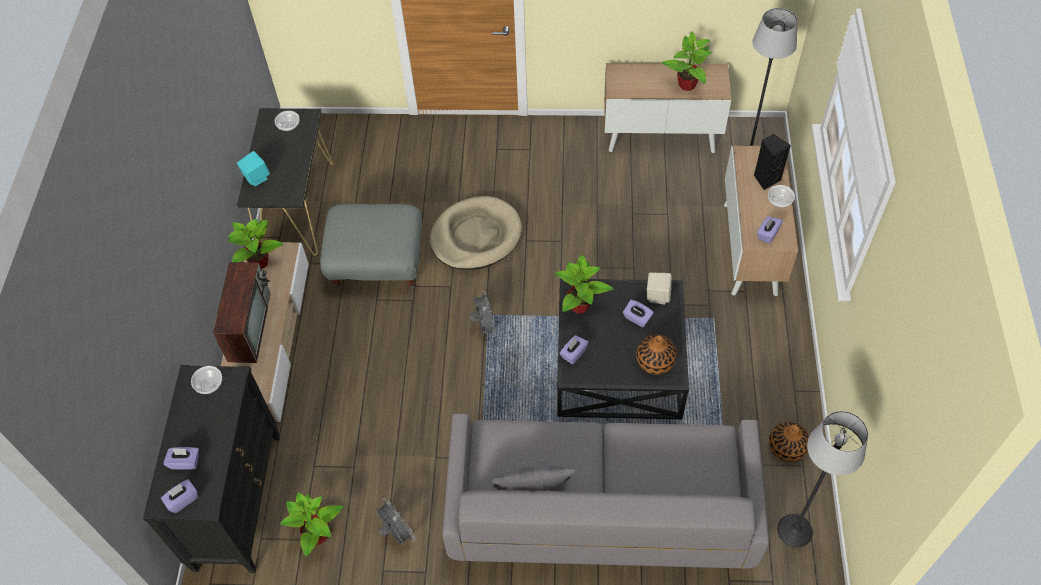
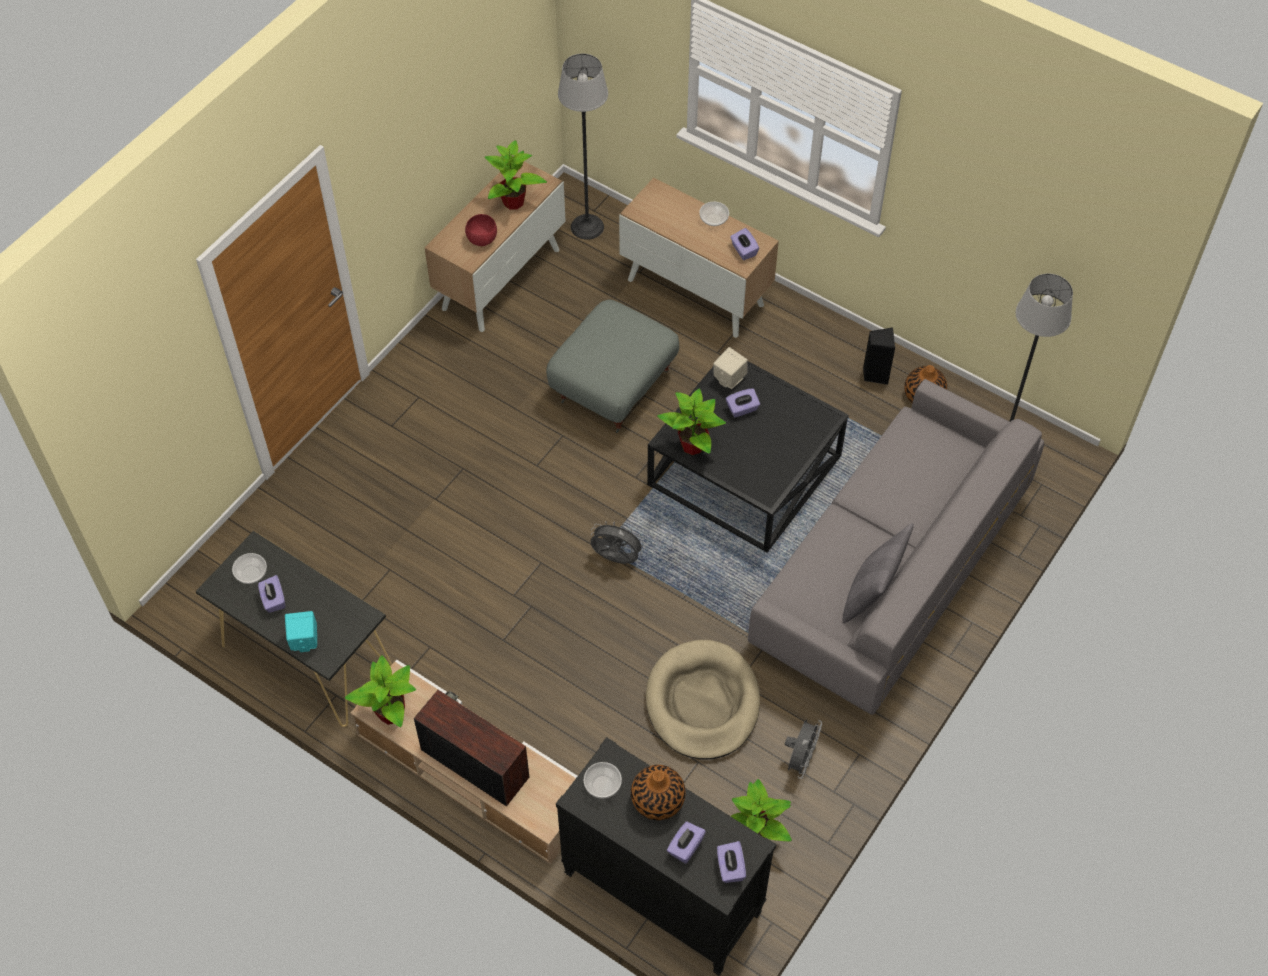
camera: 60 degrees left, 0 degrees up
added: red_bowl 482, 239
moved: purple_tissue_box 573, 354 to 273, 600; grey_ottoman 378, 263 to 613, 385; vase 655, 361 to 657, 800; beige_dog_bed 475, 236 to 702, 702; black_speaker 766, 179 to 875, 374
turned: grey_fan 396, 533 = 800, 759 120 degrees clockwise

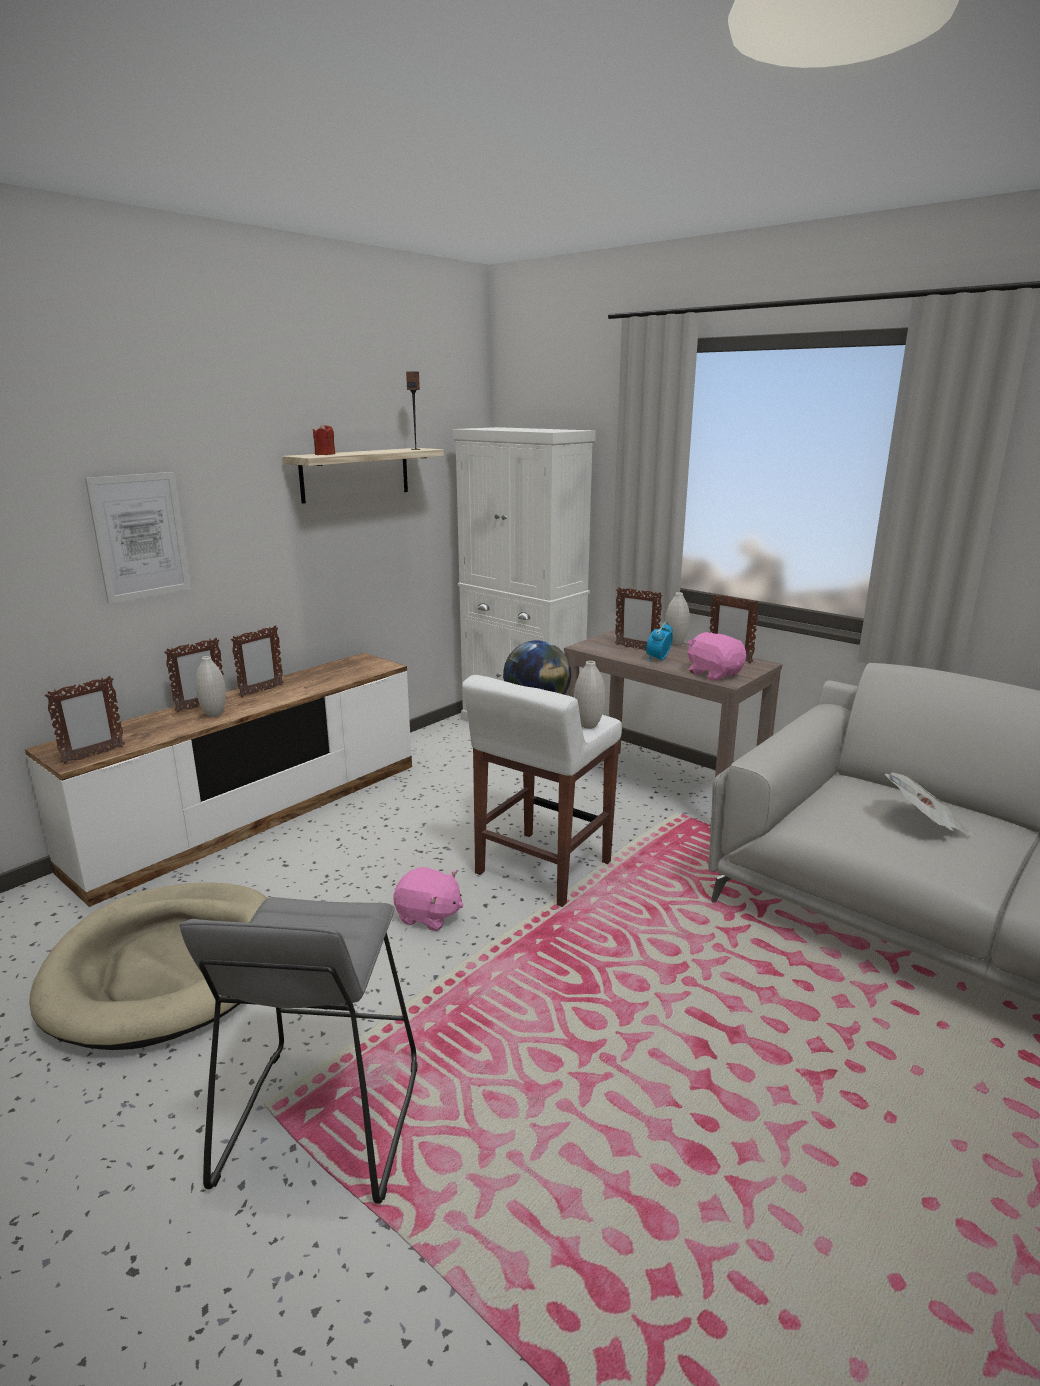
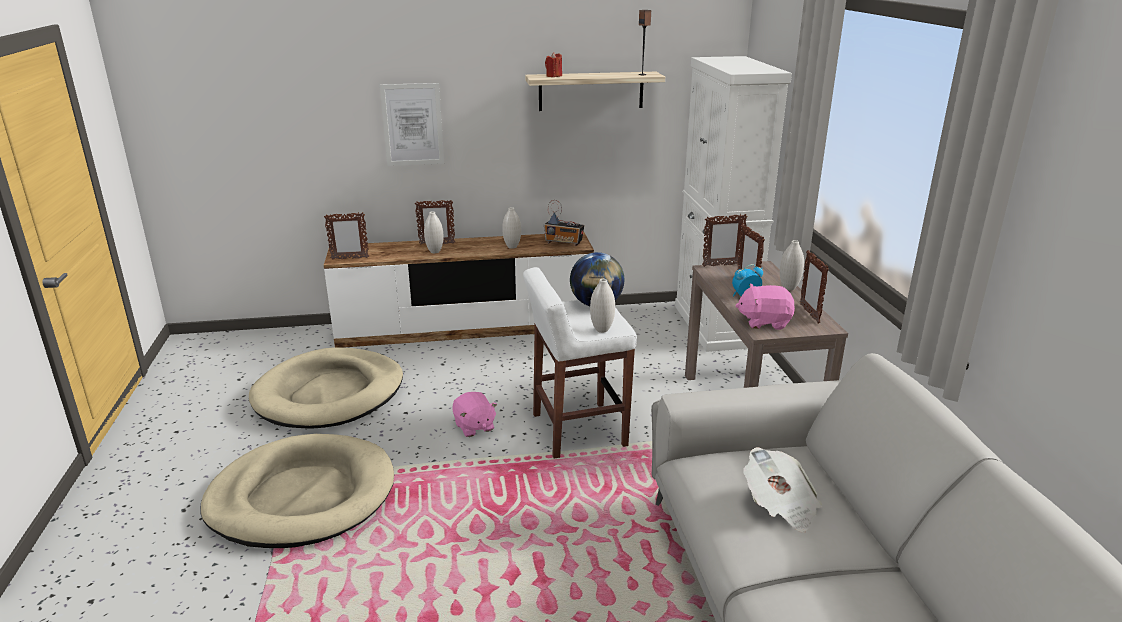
camera: 40 degrees right, 5 degrees up
added: white_vase 512, 247; radio 564, 243
moved: picture_frame 261, 691 to 721, 265
replaced: grey_stool 320, 1121 to beige_dog_bed 302, 496
turned: pink_plush_toy 714, 674 = 764, 322 90 degrees counterclockwise

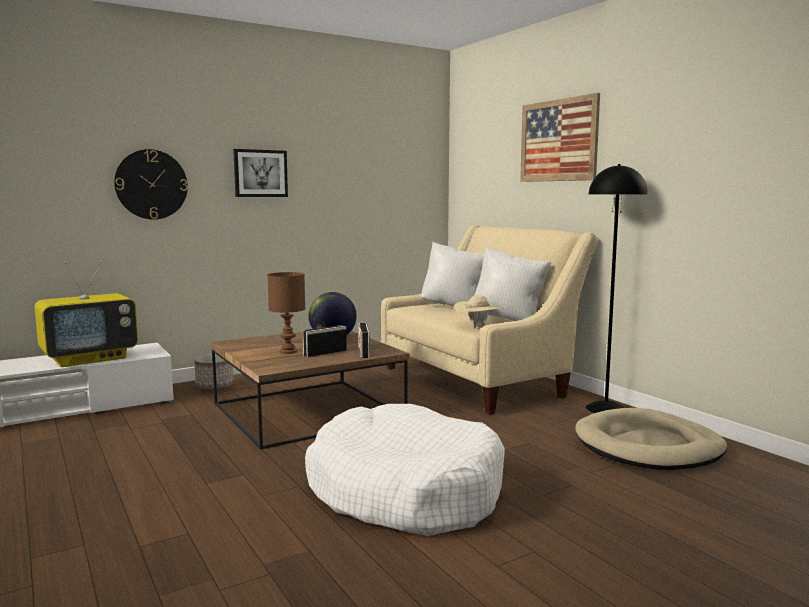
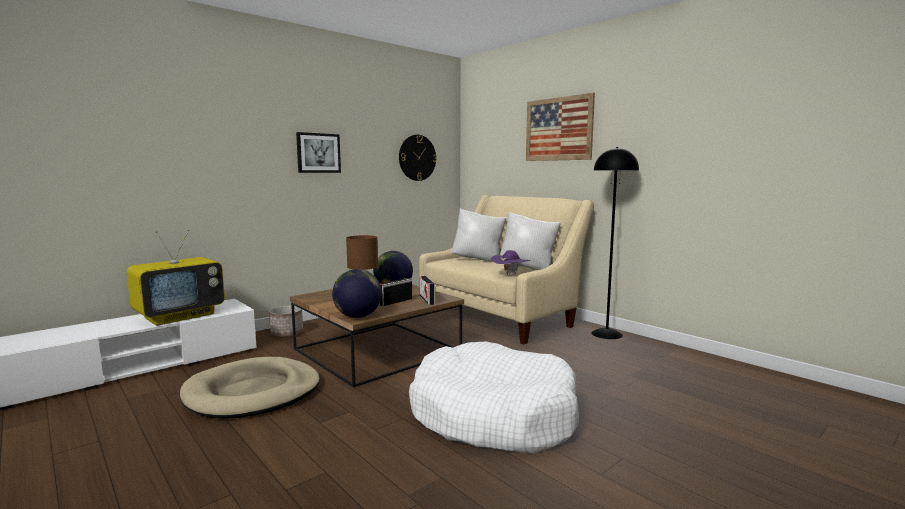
camera: 10 degrees left, 0 degrees up
added: globe 357, 316
moved: beige_dog_bed 648, 446 to 253, 393; wall_clock 151, 184 to 417, 157
recoloured: beige_hat 477, 327 to purple_hat 510, 275

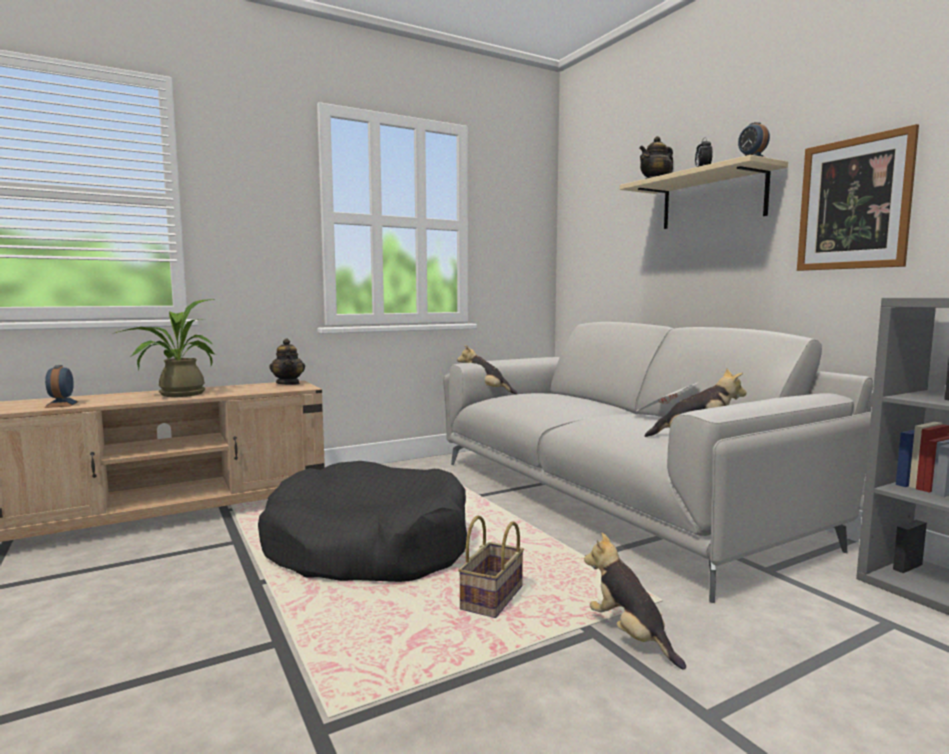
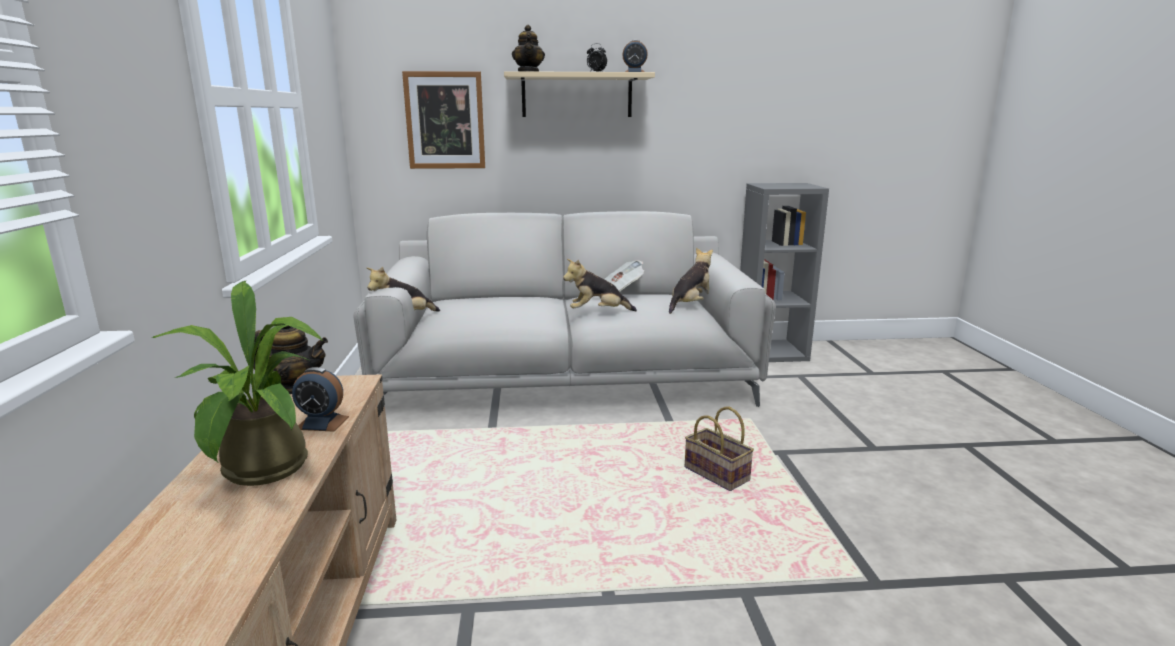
camera: 65 degrees left, 10 degrees up
removed: black_dog_bed 367, 547
moved: alarm_clock 61, 404 to 322, 423; picture 853, 204 to 445, 120; plush_toy 630, 636 to 597, 312

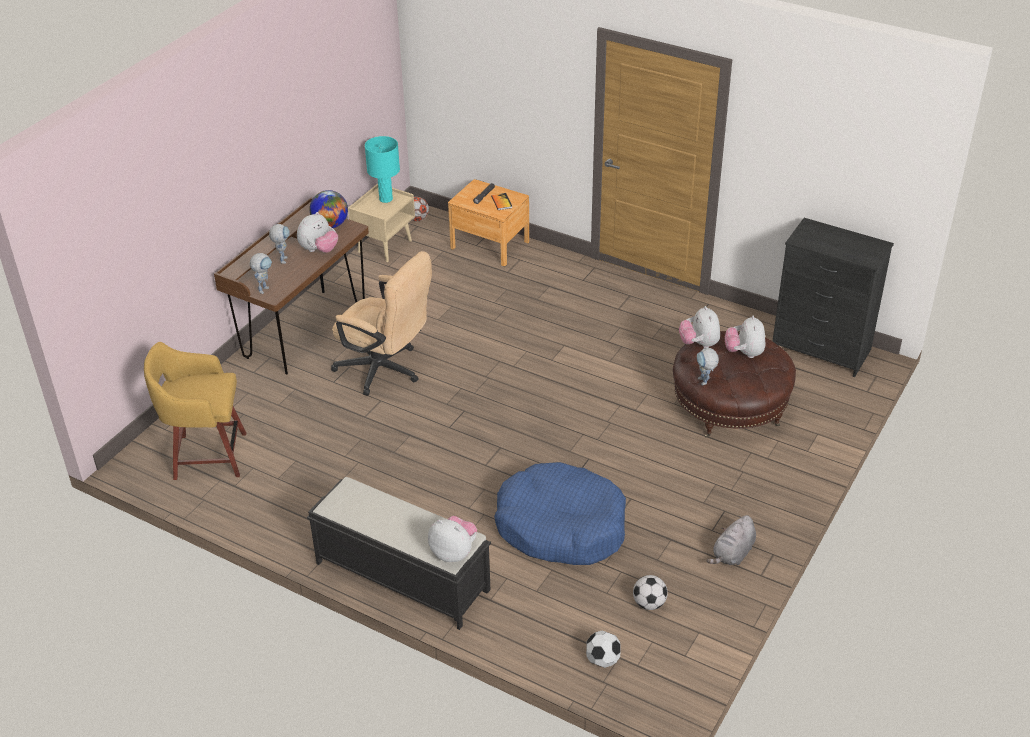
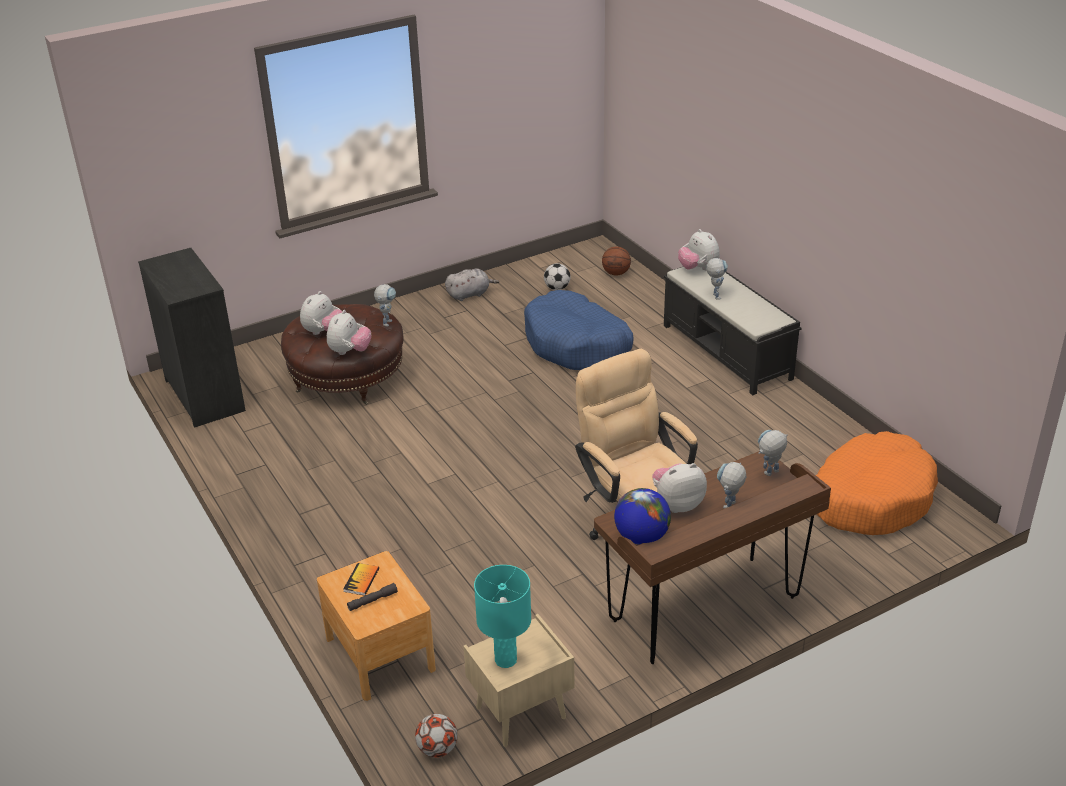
camera: 150 degrees left, 5 degrees down
added: toy_robot 715, 295
replaced: football 602, 660 to basketball 616, 273; yellow_stool 207, 456 to orange_dog_bed 871, 497

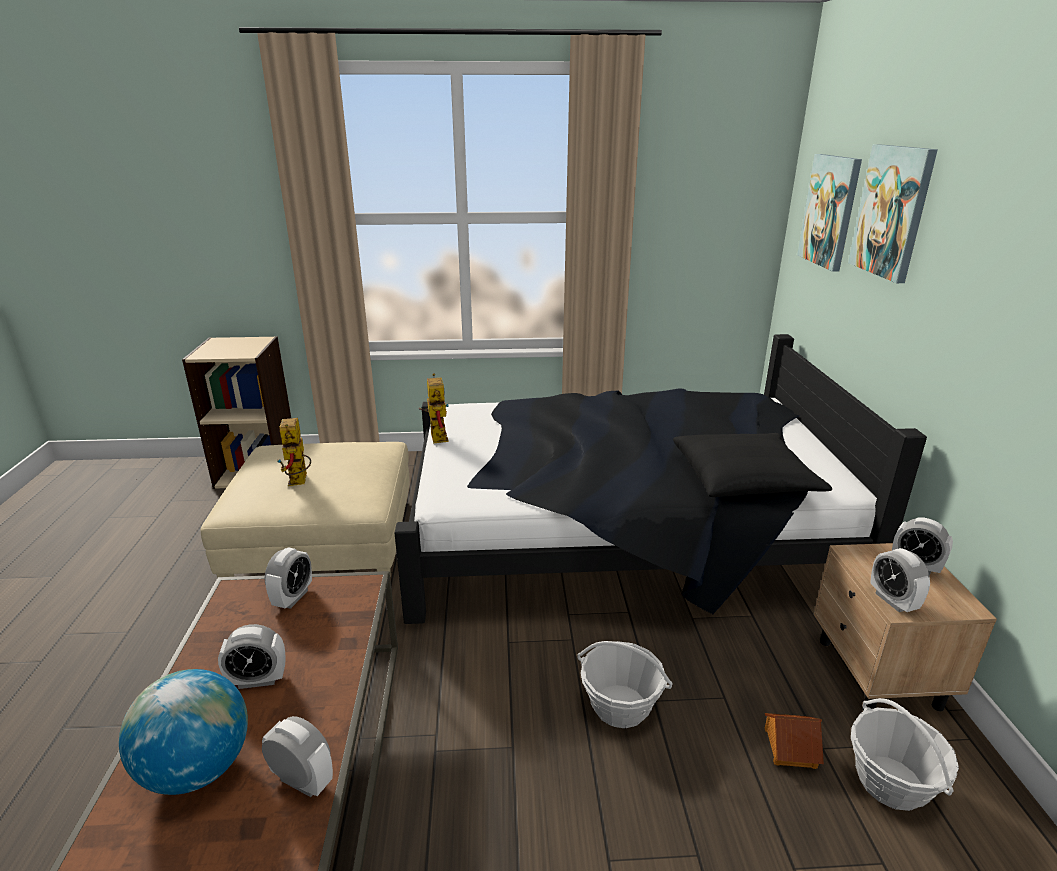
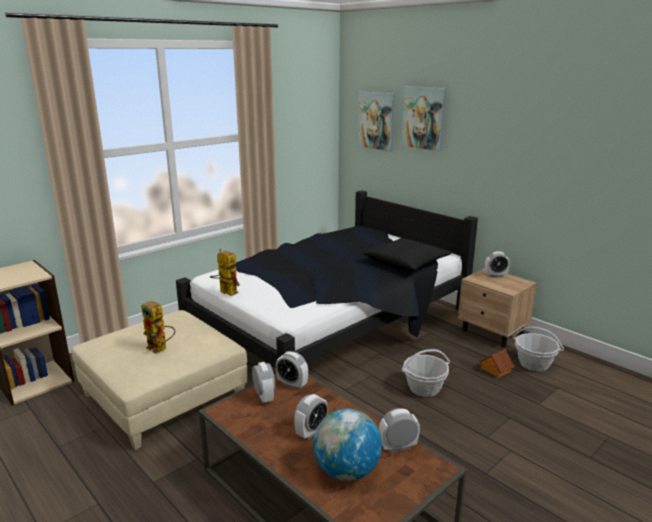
camera: 40 degrees left, 5 degrees down
moved: alarm_clock 893, 601 to 292, 384

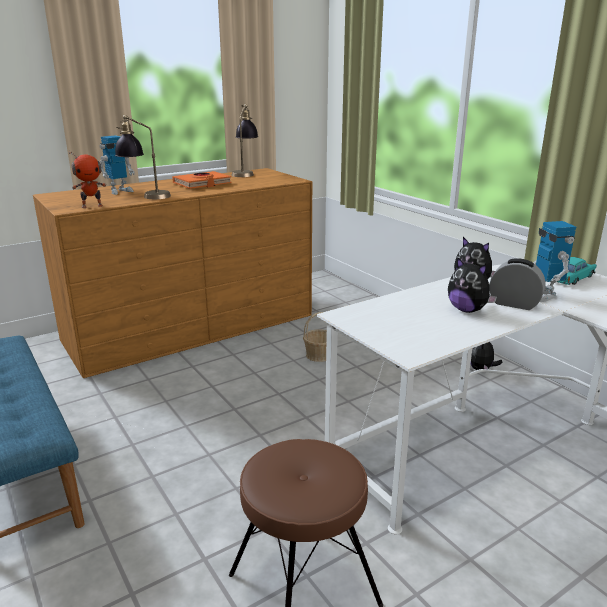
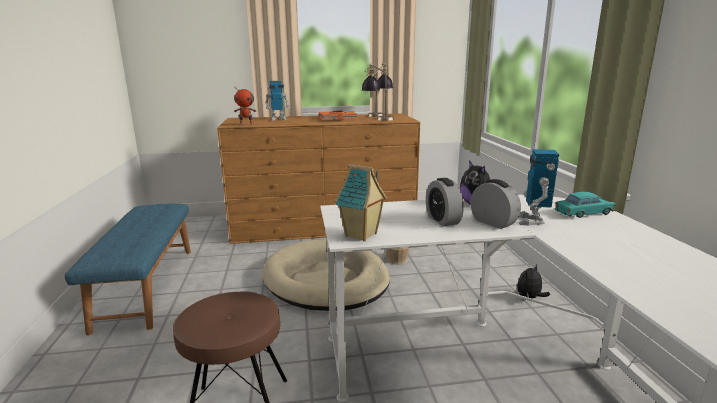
camera: 25 degrees right, 5 degrees down
added: beige_dog_bed 326, 280; toy_house 361, 235
moved: table_lamp 145, 196 to 378, 119
replaced: plush_toy 467, 310 to alarm_clock 442, 220

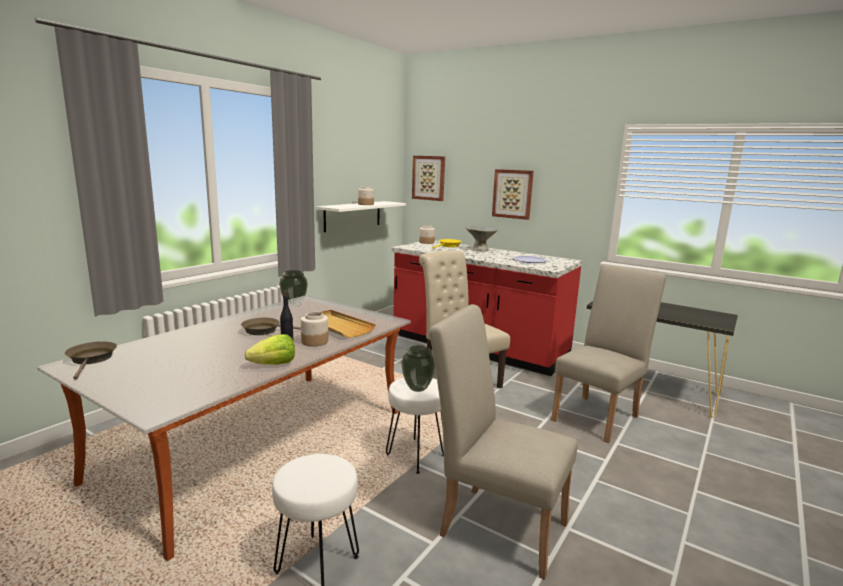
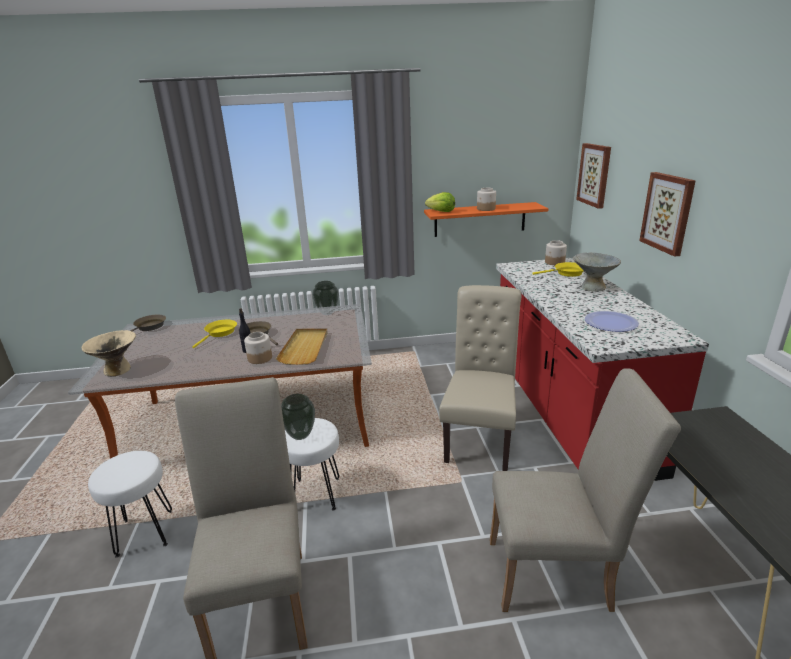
camera: 50 degrees right, 10 degrees up
added: beige_bowl 118, 370; yellow_frying_pan 220, 333
moved: lettuce 274, 364 to 441, 211
recoloured: white_shelf 353, 215 to orange_shelf 480, 219

